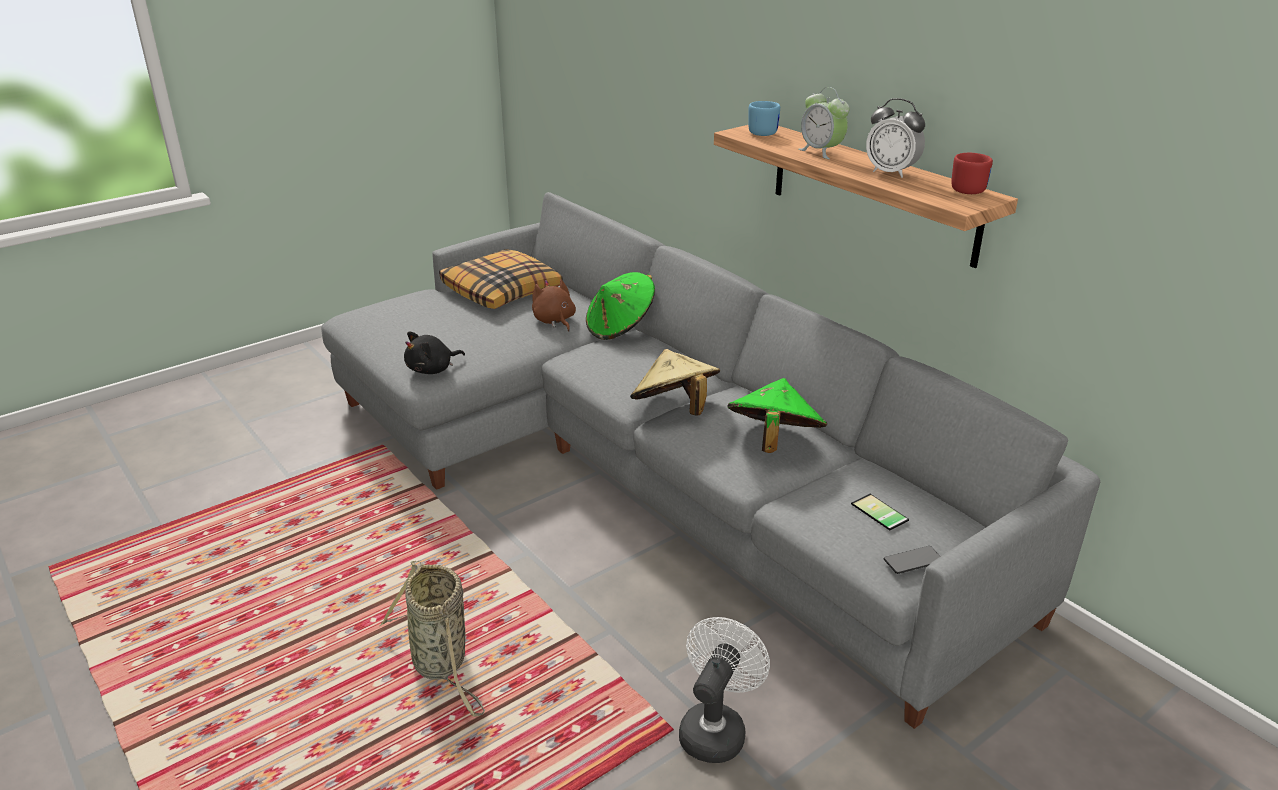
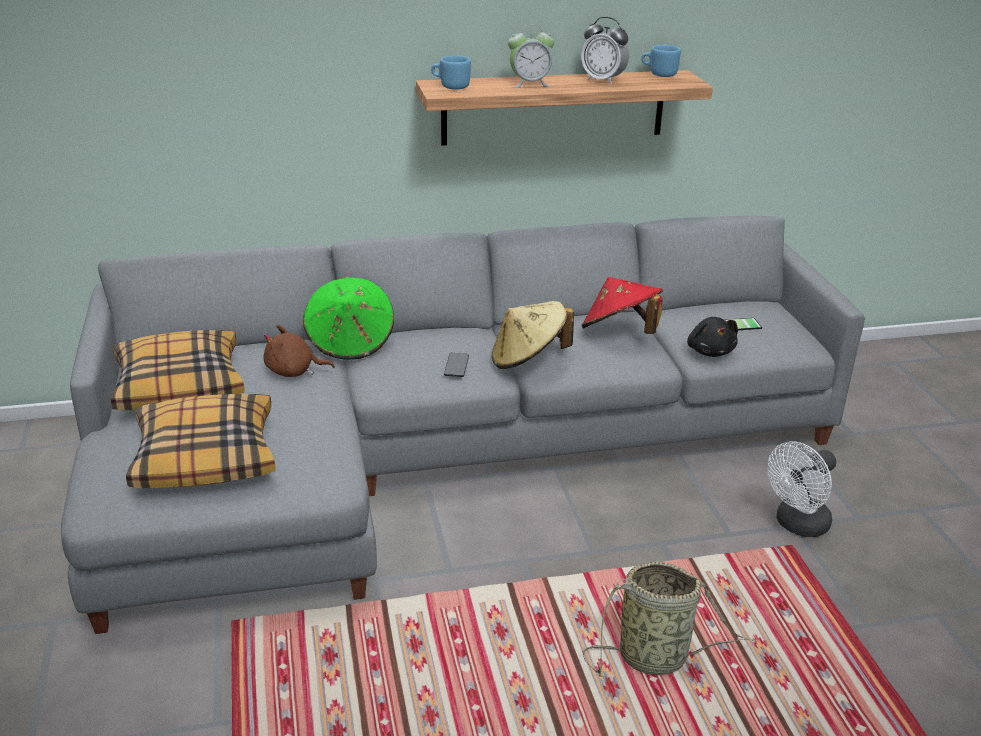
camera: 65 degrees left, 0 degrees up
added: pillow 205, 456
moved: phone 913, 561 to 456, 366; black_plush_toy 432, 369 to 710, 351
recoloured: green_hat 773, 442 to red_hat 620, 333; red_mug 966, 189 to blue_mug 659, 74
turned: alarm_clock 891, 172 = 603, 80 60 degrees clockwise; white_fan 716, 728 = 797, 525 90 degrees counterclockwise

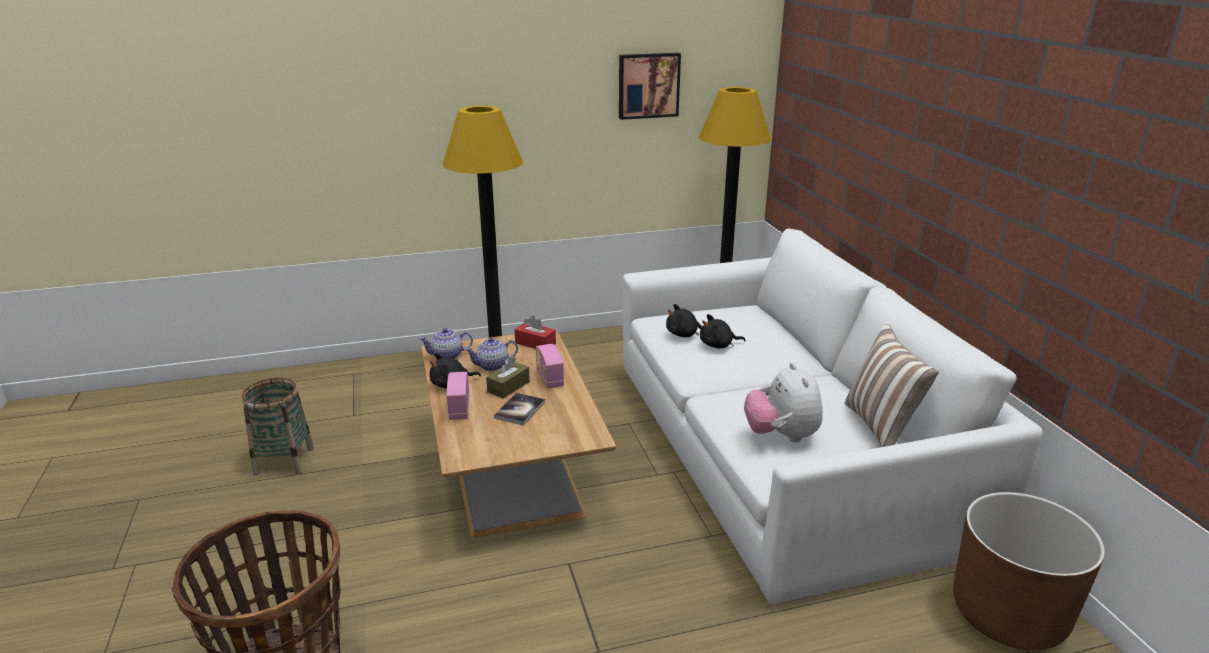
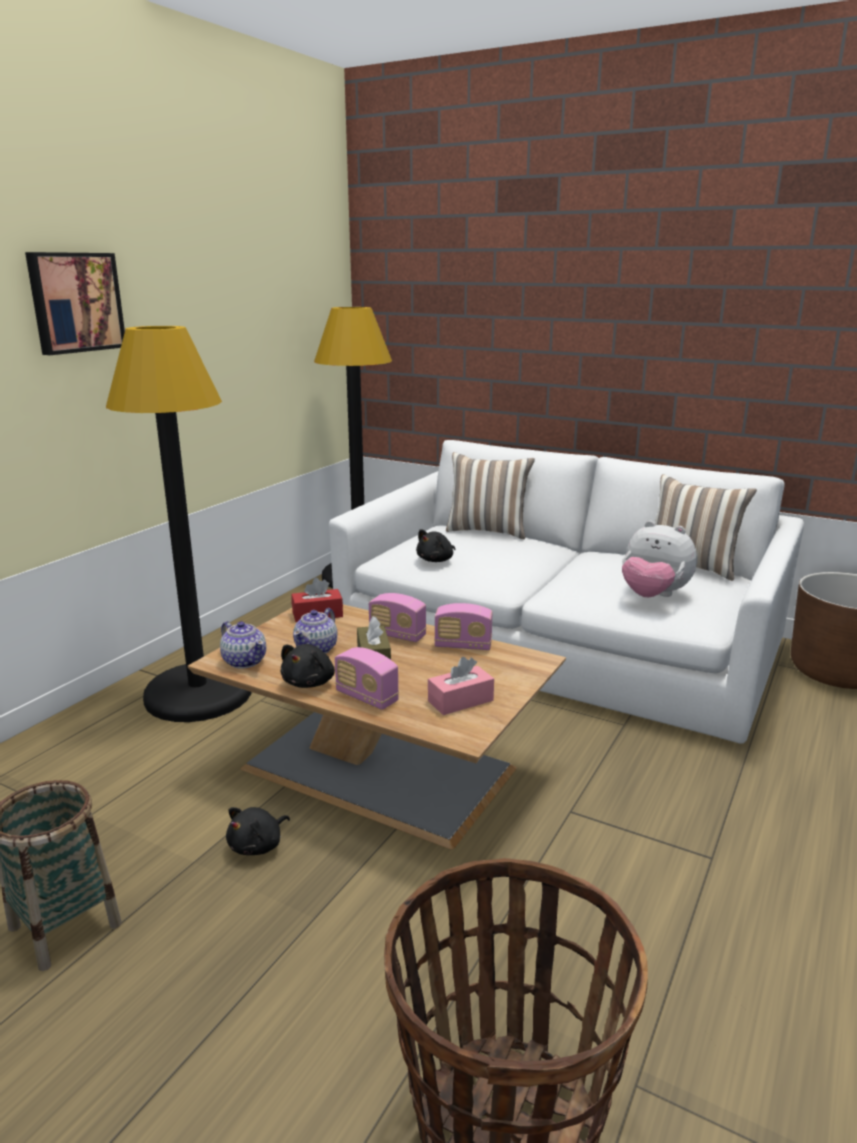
camera: 45 degrees left, 5 degrees down
removed: book 520, 410
added: pink_tissue_box 460, 701; radio 463, 646; pillow 488, 531
moved: picture 648, 85 to 75, 302; black_plush_toy 718, 345 to 258, 845
turned: teapot 448, 356 = 244, 661 75 degrees counterclockwise

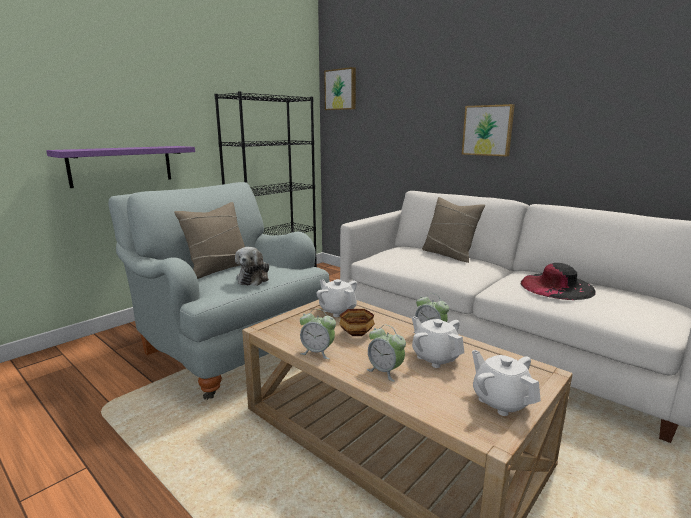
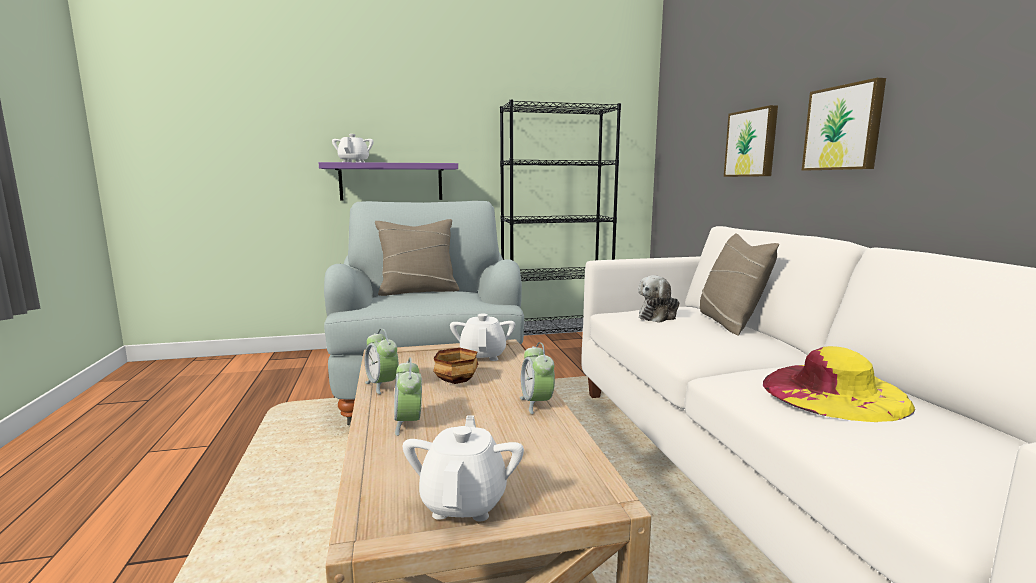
camera: 35 degrees right, 5 degrees down
moved: white_teapot 435, 358 to 354, 162; plush_toy 254, 279 to 659, 316; picture 341, 89 to 752, 143
recoloured: black_hat 557, 287 to yellow_hat 834, 393

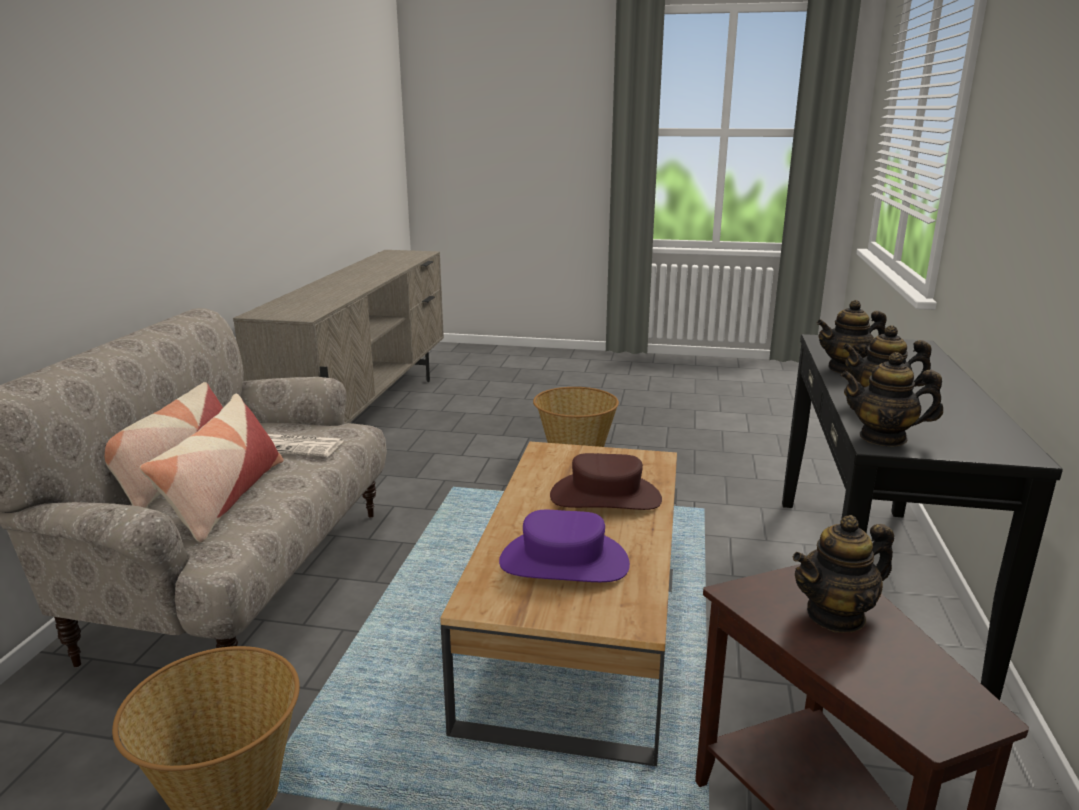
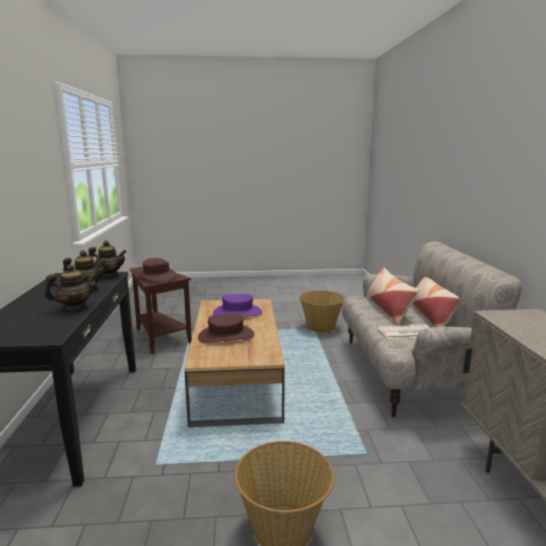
camera: 165 degrees right, 5 degrees down
replaced: teapot 836, 615 to brown_hat 156, 276

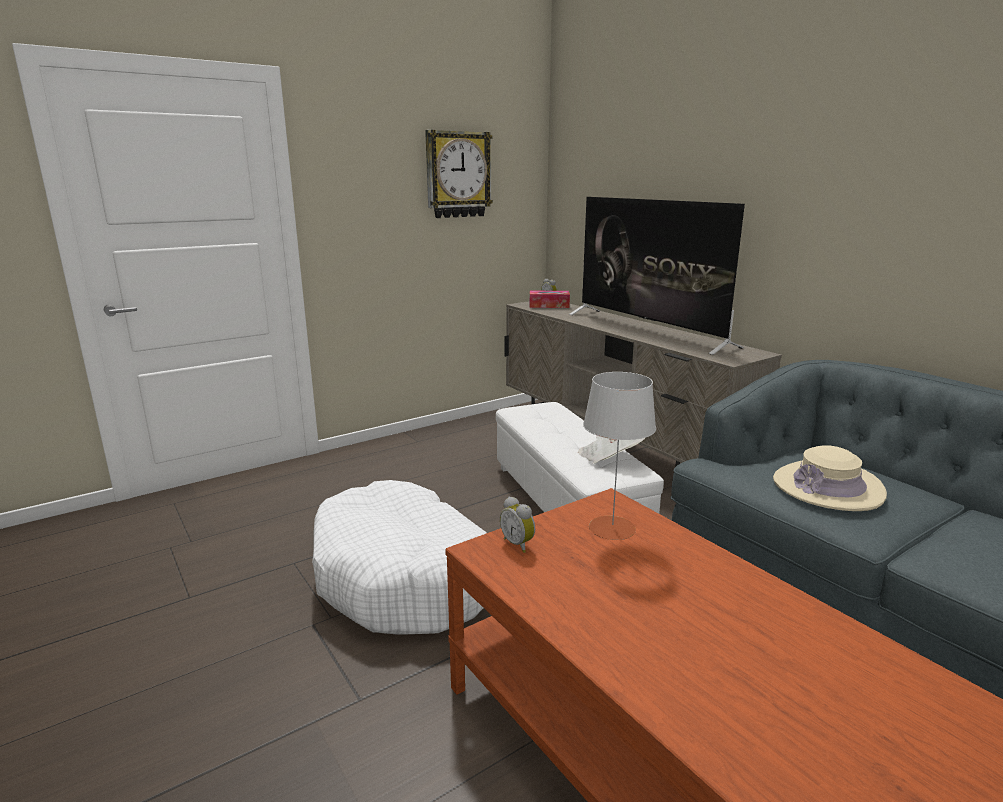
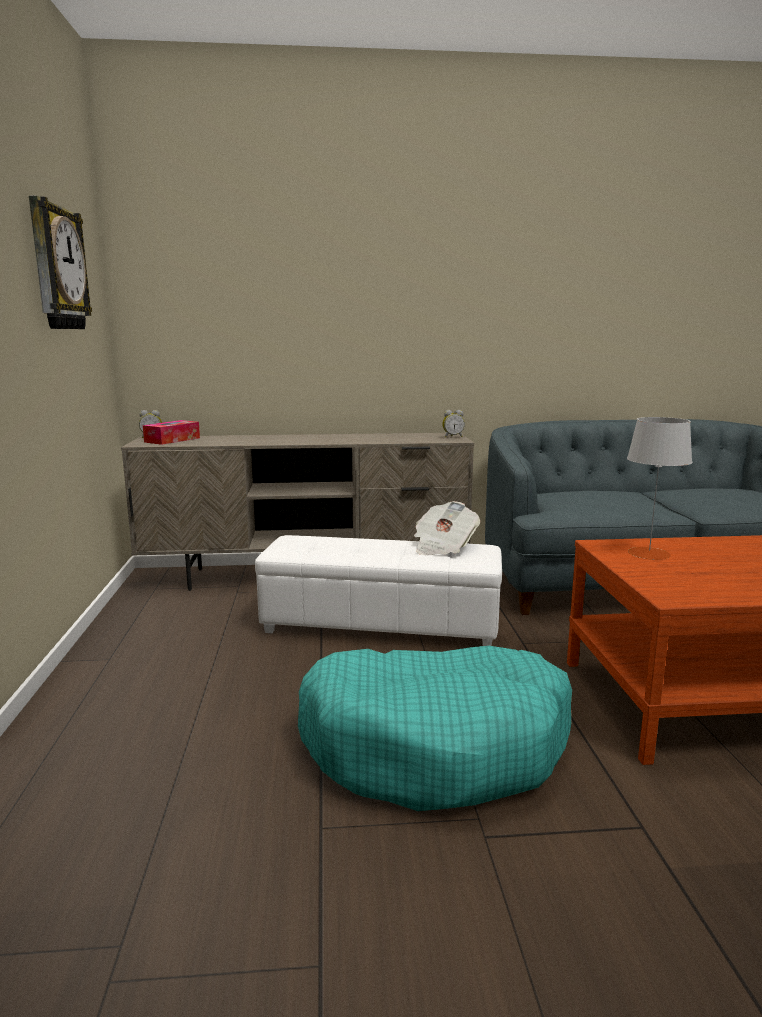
camera: 60 degrees left, 5 degrees down
removed: television 648, 330; beige_hat 827, 487
moved: alarm_clock 519, 544 to 452, 437
recoloured: white_dog_bed 406, 578 to turquoise_dog_bed 436, 745

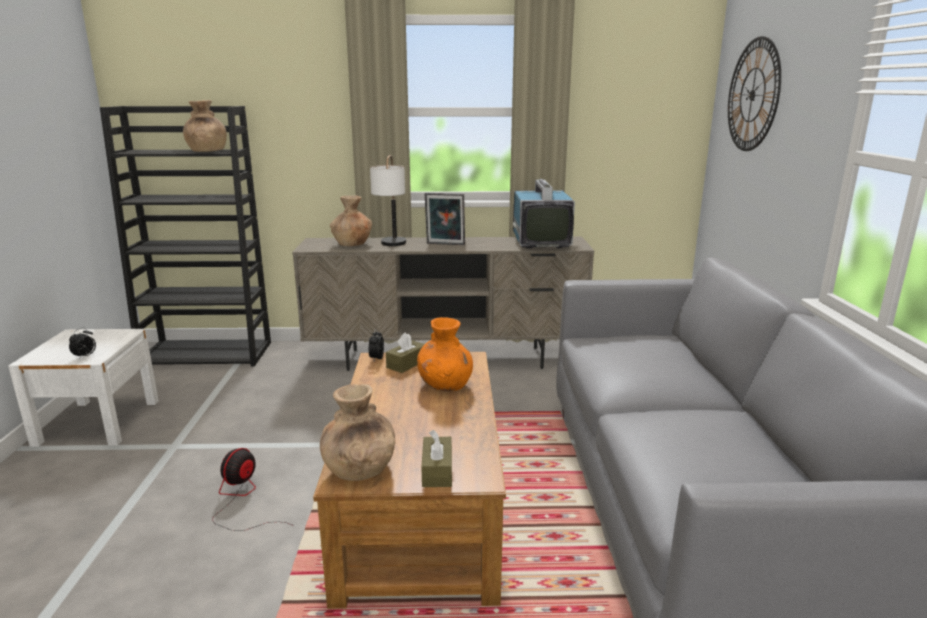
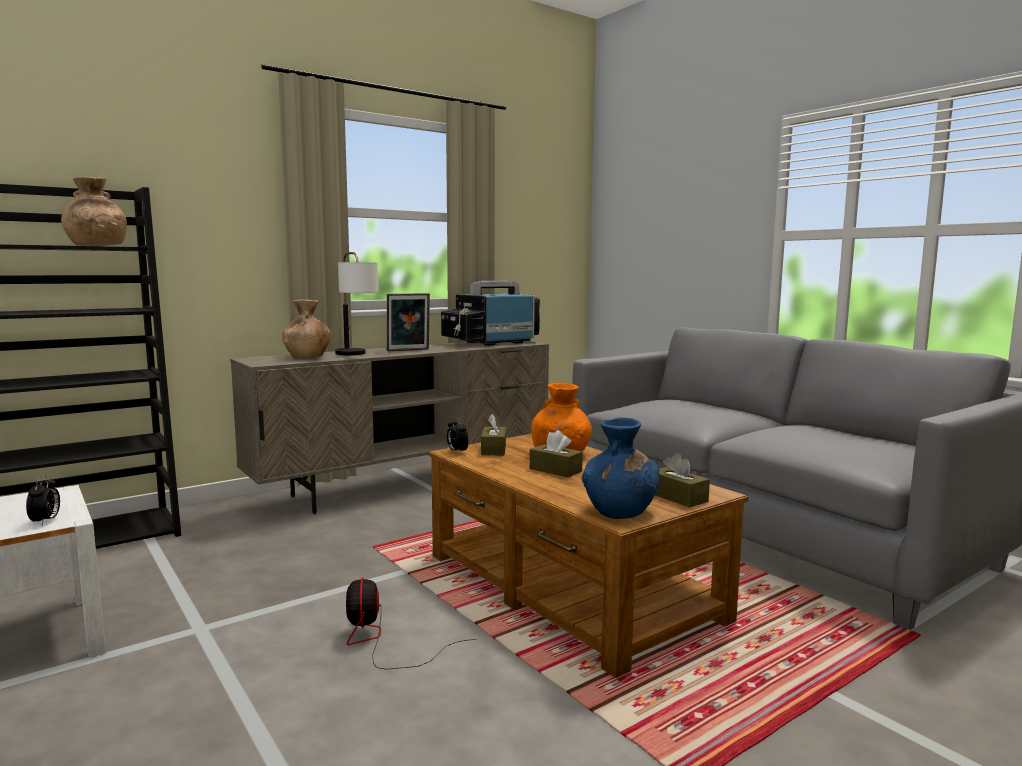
camera: 35 degrees left, 10 degrees down
removed: wall_clock 752, 95
added: brown_tissue_box 555, 470
recoloured: brown_vase 359, 469 to blue_vase 619, 511
turned: television 540, 241 = 490, 343 90 degrees counterclockwise

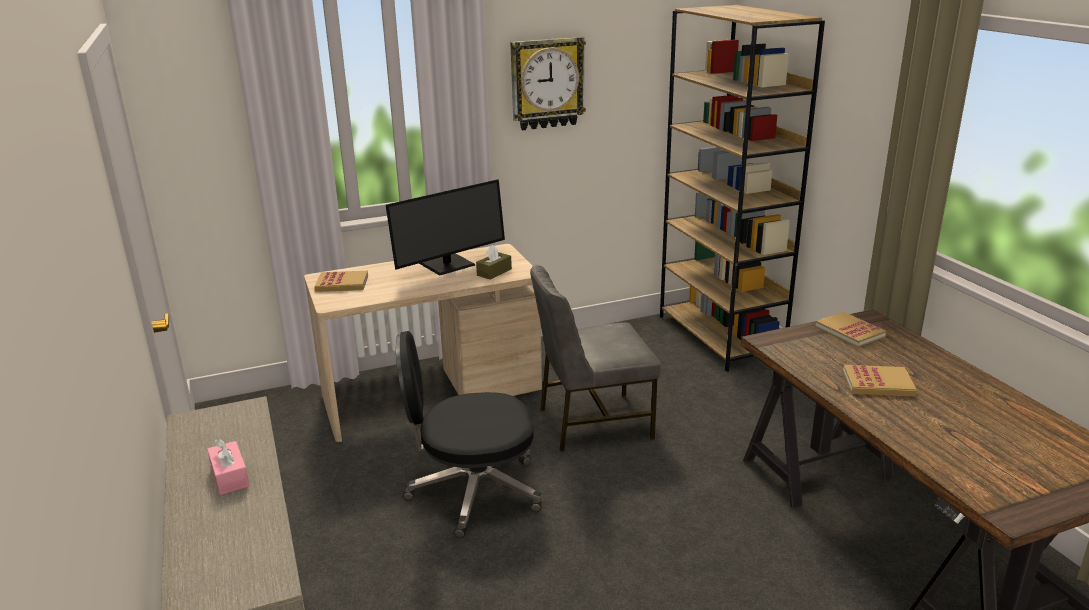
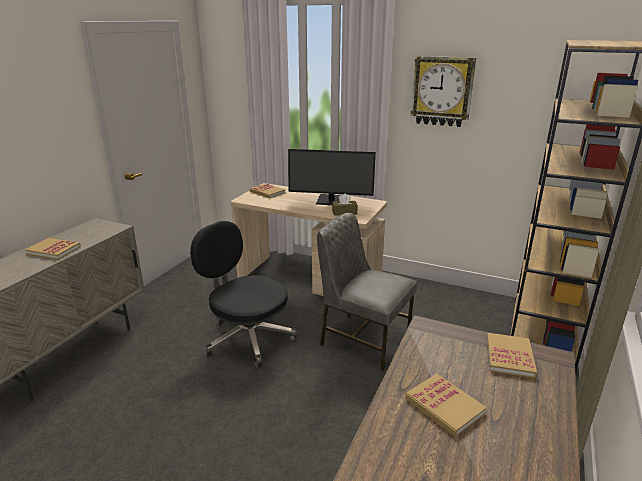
camera: 45 degrees right, 0 degrees up
replaced: pink_tissue_box 230, 476 to book 54, 250

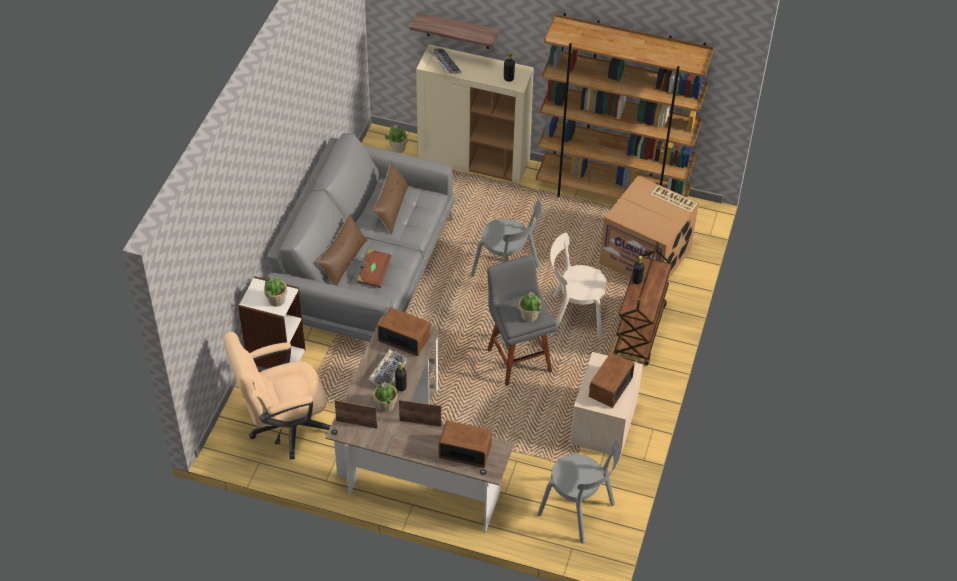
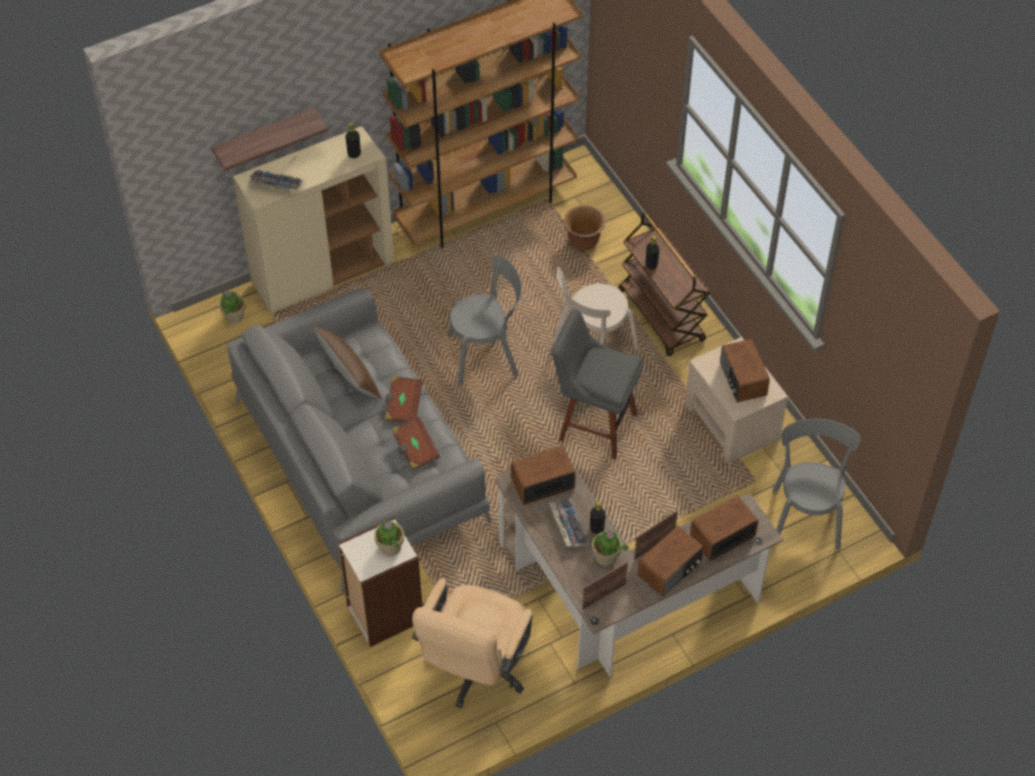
camera: 45 degrees left, 5 degrees up
removed: brown_pillow 343, 261; potted_plant 529, 316
added: brown_book 403, 405; radio 670, 569
replaced: cardboard_box 646, 256 to brown_planter 584, 242
turned: grey_chair 579, 511 = 806, 515 75 degrees counterclockwise

